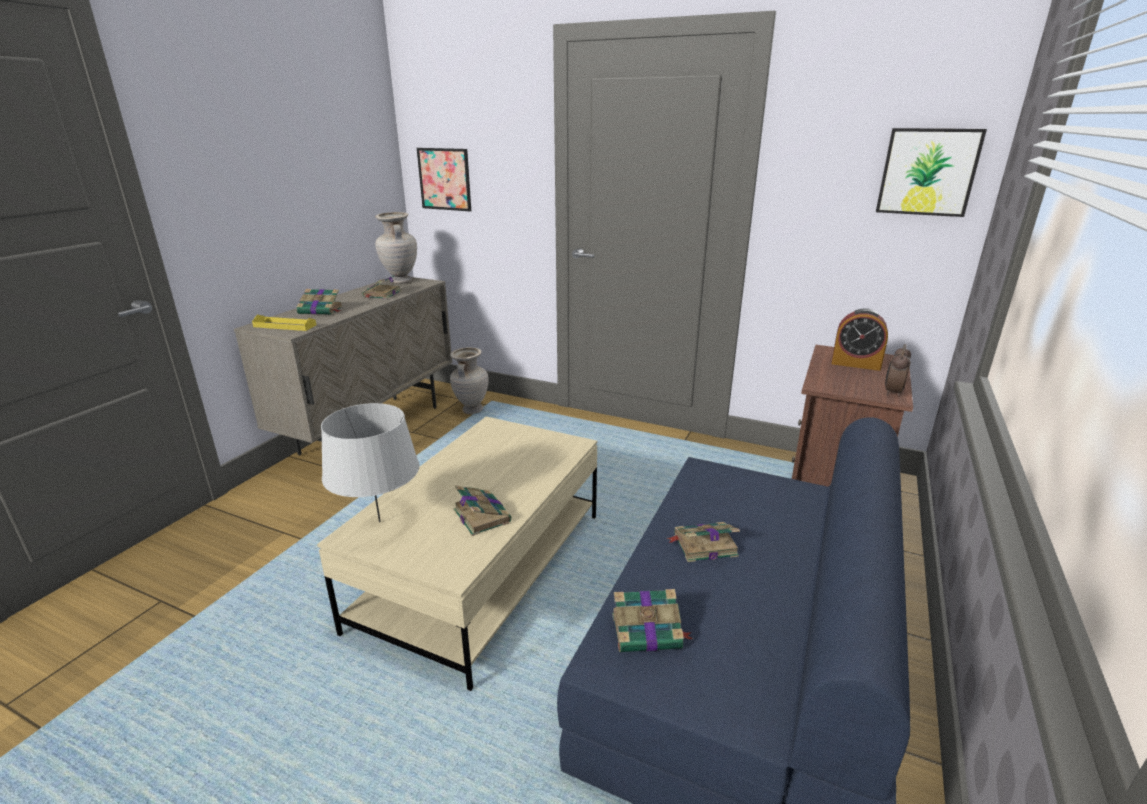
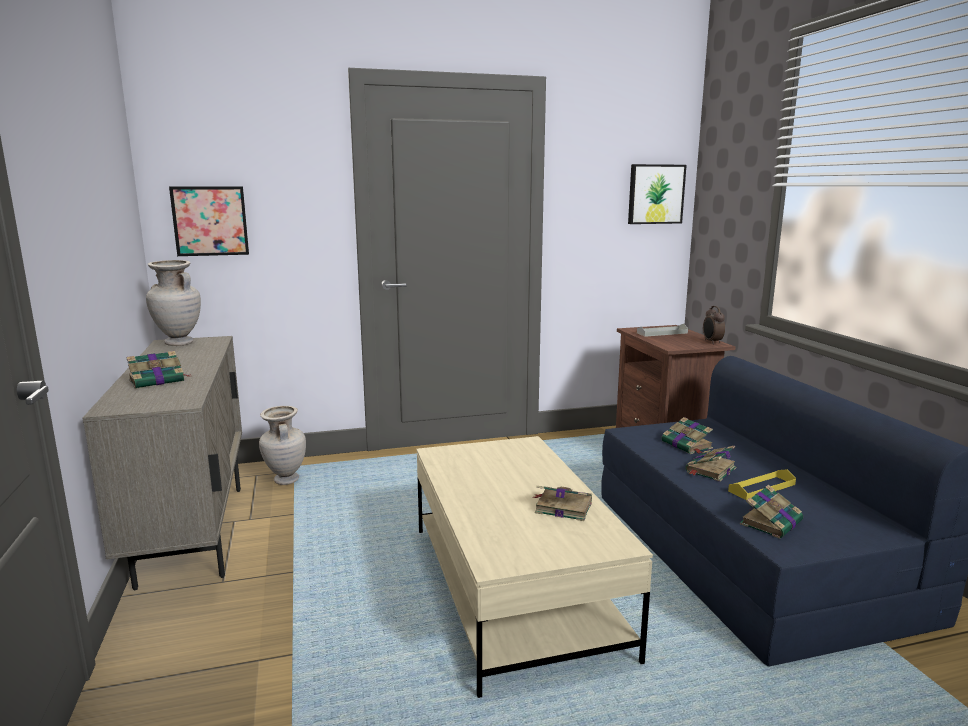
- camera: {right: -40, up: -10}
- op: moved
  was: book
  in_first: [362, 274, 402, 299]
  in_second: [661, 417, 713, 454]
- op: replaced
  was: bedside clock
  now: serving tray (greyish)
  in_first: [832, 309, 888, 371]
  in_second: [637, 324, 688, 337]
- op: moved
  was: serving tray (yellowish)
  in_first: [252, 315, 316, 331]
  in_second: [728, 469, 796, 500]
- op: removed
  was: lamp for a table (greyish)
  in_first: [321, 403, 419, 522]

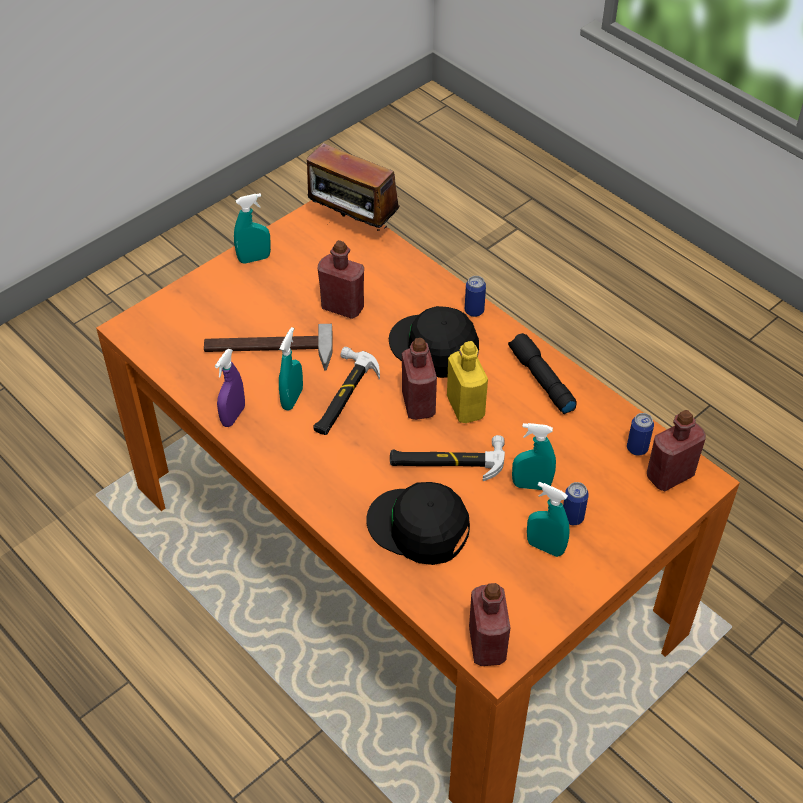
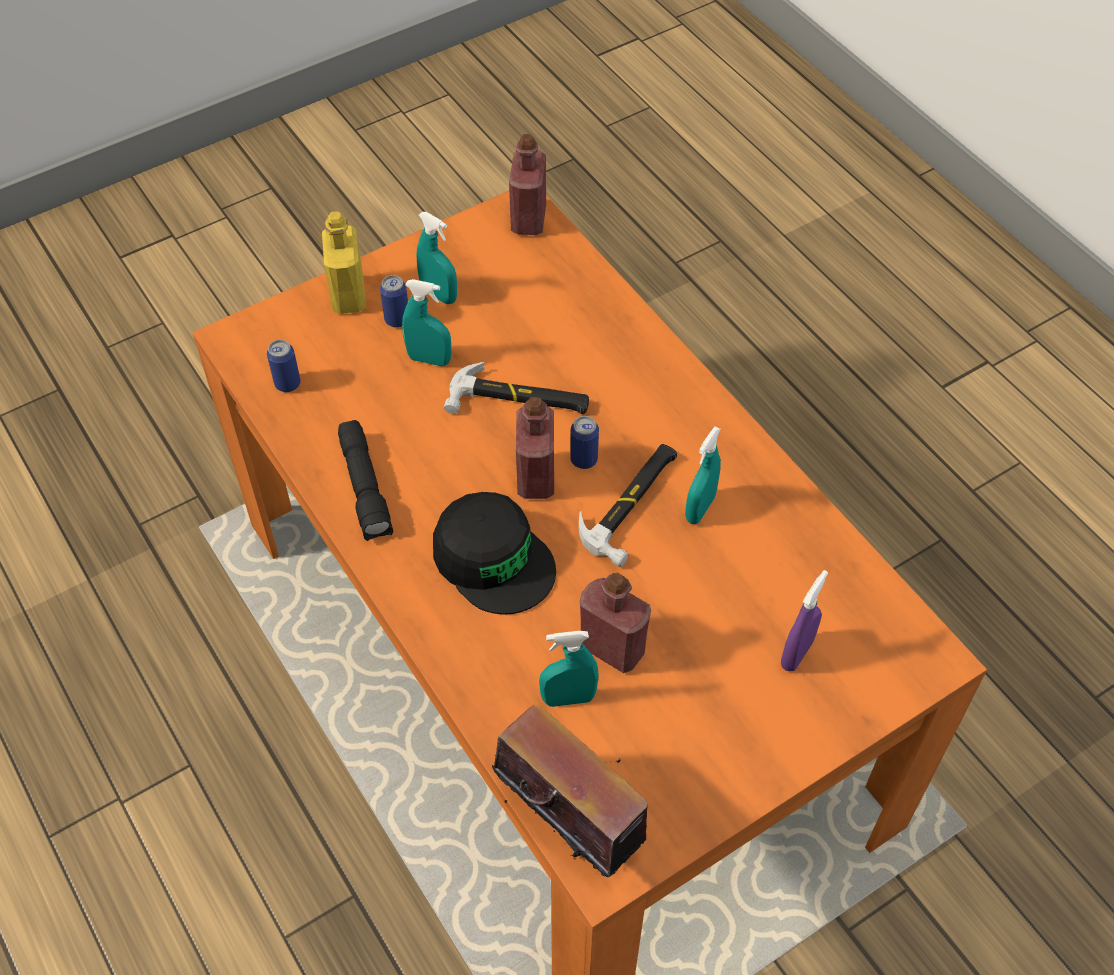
- camera: {right: -170, up: 5}
- op: moved
  was: hand sprayer (blue-green)
  in_first: [234, 193, 271, 264]
  in_second: [539, 631, 599, 707]
- op: moved
  was: can
  in_first: [465, 276, 486, 317]
  in_second: [570, 416, 599, 469]
- op: removed
  was: hand hammer
  in_first: [204, 324, 332, 371]
- op: moved
  was: beverage bottle (yellowish)
  in_first: [447, 341, 488, 423]
  in_second: [322, 211, 366, 314]
- op: moved
  was: hand sprayer (purplish)
  in_first: [215, 349, 245, 427]
  in_second: [781, 570, 828, 671]
- op: removed
  was: beverage bottle (reddish)
  in_first: [647, 410, 706, 491]
- op: removed
  was: baseball cap (blackish)
  in_first: [366, 482, 470, 565]

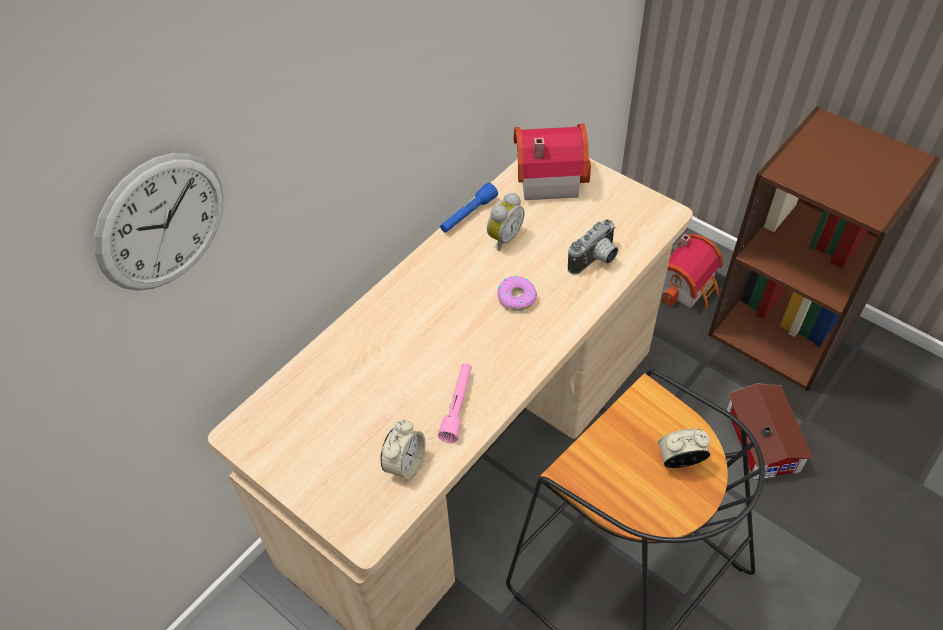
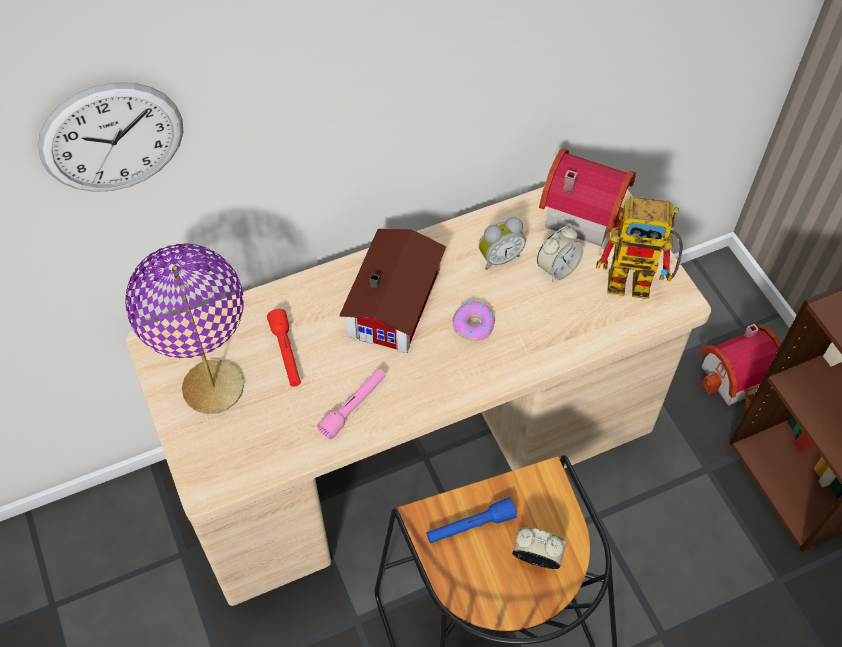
- camera: {right: 25, up: 5}
- op: moved
  was: torch (blue)
  in_first: [440, 183, 498, 233]
  in_second: [426, 498, 517, 543]
- op: removed
  was: still camera
  in_first: [568, 219, 618, 275]
- op: moved
  was: miniature house
  in_first: [727, 383, 813, 480]
  in_second: [339, 228, 446, 353]
- op: moved
  was: bedside clock
  in_first: [380, 420, 425, 482]
  in_second: [537, 226, 583, 282]
- op: added
  now: toy robot
  in_second: [596, 196, 683, 299]
- op: added
  now: lamp for a table (purplish)
  in_second: [125, 244, 244, 414]
- op: added
  now: torch (reddish)
  in_second: [267, 309, 301, 387]

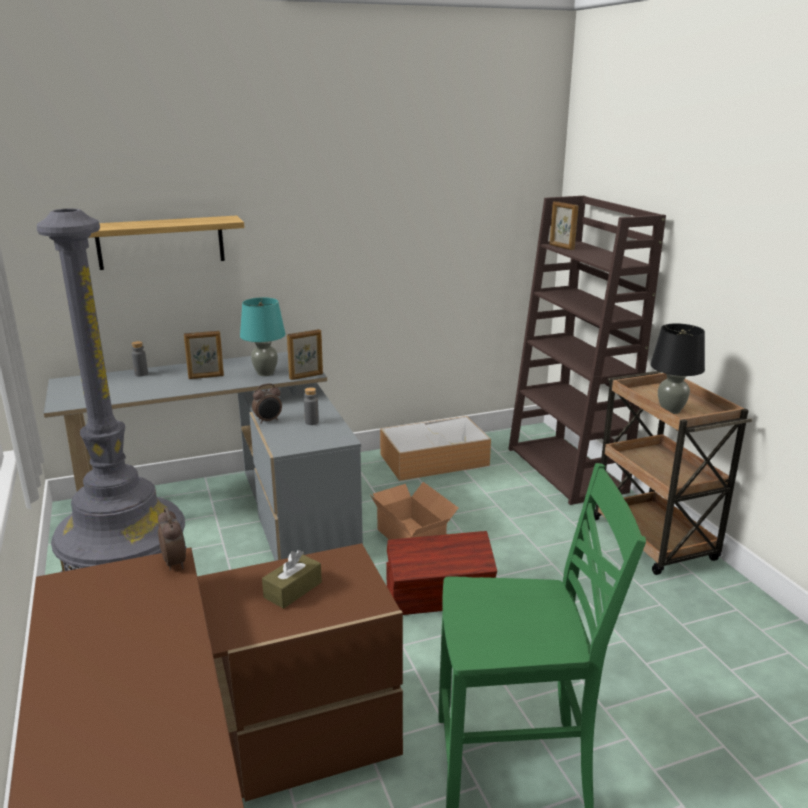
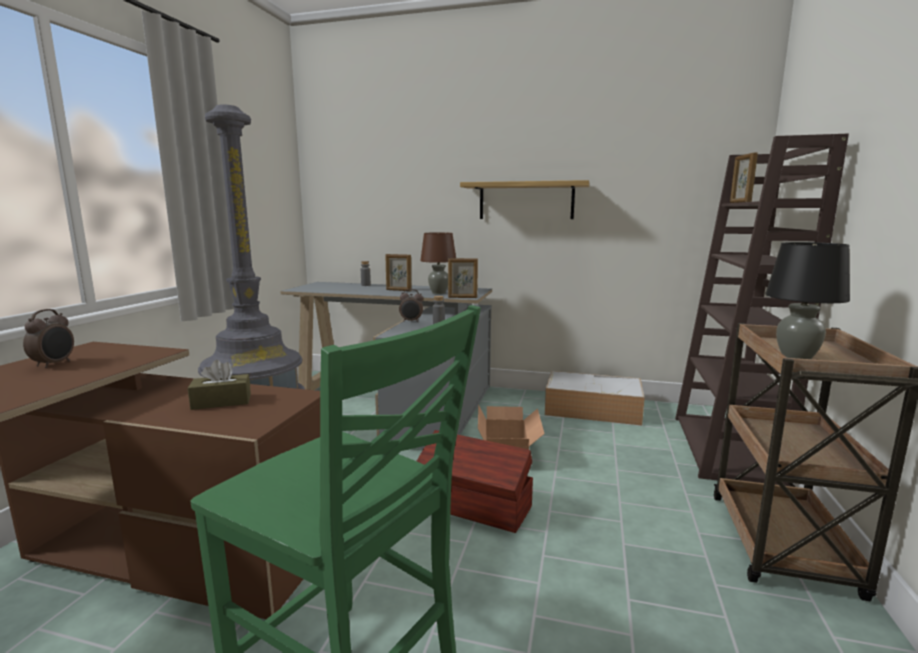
- camera: {right: 35, up: -10}
- op: moved
  was: wall shelf
  in_first: [89, 216, 244, 270]
  in_second: [460, 180, 589, 219]
- op: recoloured
  was: lamp for a table (blue-green)
  now: lamp for a table (brownish)
  in_first: [240, 297, 285, 376]
  in_second: [420, 232, 456, 295]
- op: moved
  was: bedside clock
  in_first: [158, 507, 186, 570]
  in_second: [23, 309, 74, 368]

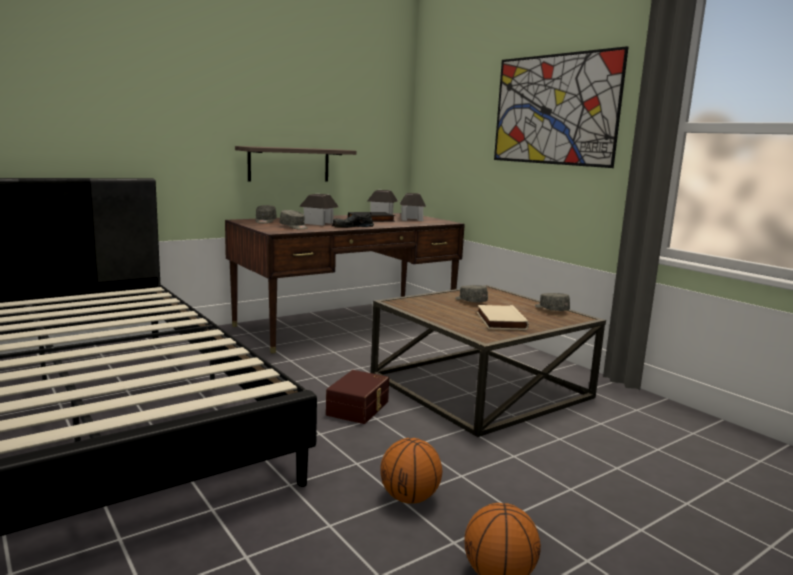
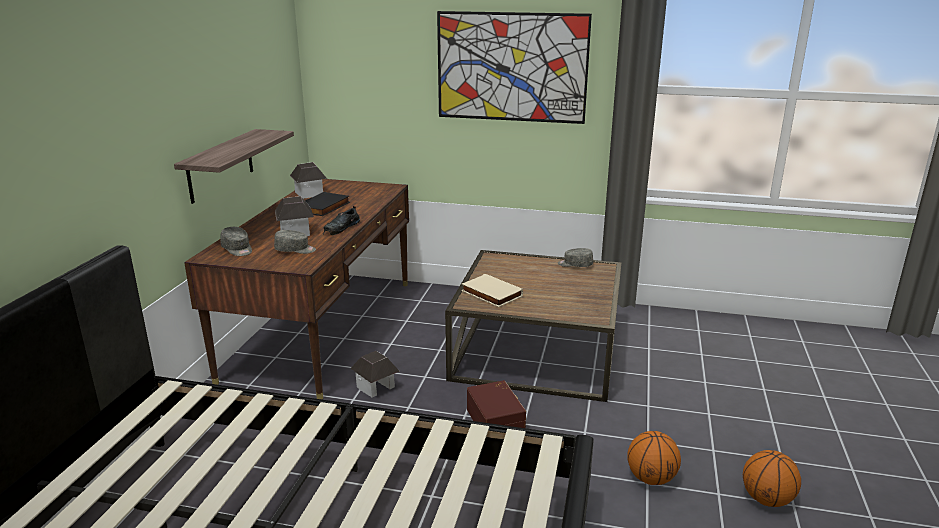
- camera: {right: -40, up: 10}
- op: moved
  was: miniature house
  in_first: [400, 193, 426, 221]
  in_second: [350, 351, 400, 397]
- op: removed
  was: baseball cap (greyish)
  in_first: [455, 285, 488, 302]
- op: moved
  was: book (beige-coloured)
  in_first: [477, 305, 529, 330]
  in_second: [461, 274, 523, 307]

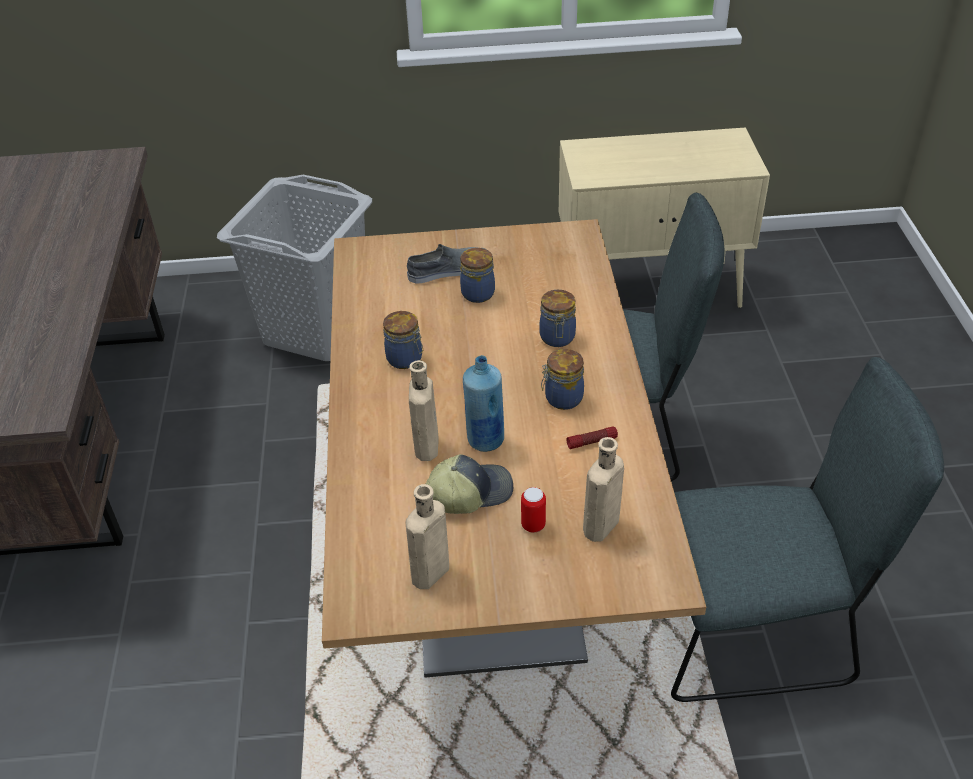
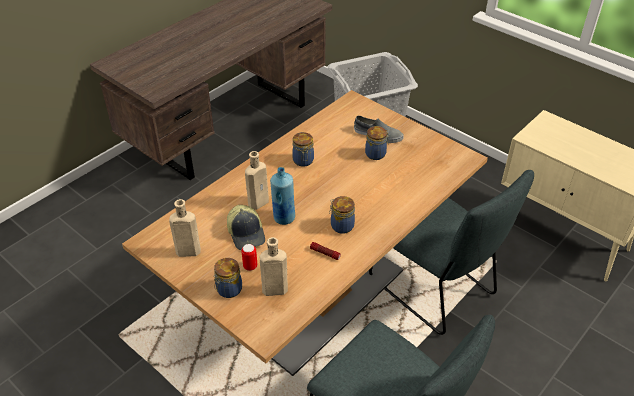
- camera: {right: 45, up: 0}
- op: moved
  was: preserve jar
  in_first: [539, 290, 576, 347]
  in_second: [214, 258, 242, 298]
- op: turned
  was: baseball cap
  in_first: [426, 454, 513, 514]
  in_second: [227, 205, 265, 250]
  clockwise: 45

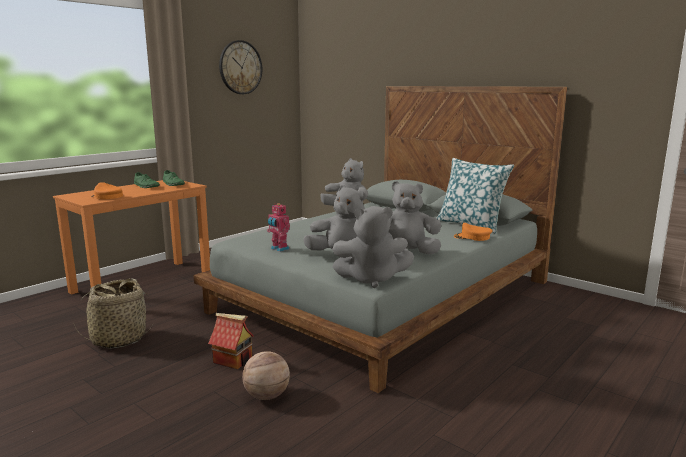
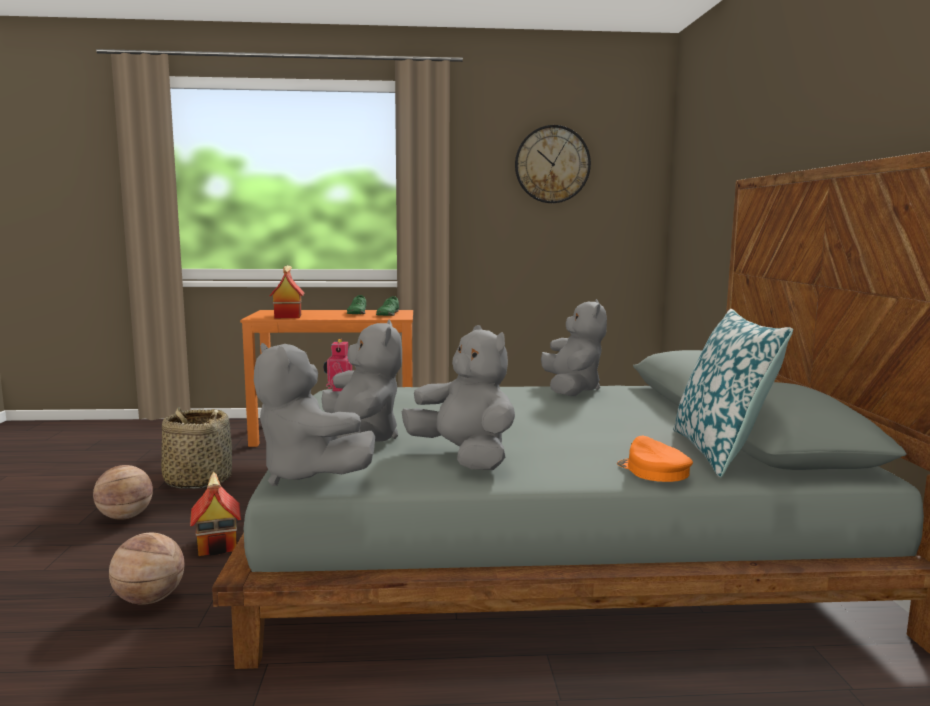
- camera: {right: 45, up: -5}
- op: replaced
  was: baseball cap (orange)
  now: miniature house
  in_first: [91, 182, 123, 199]
  in_second: [270, 265, 304, 318]
- op: added
  now: basketball
  in_second: [93, 465, 153, 520]

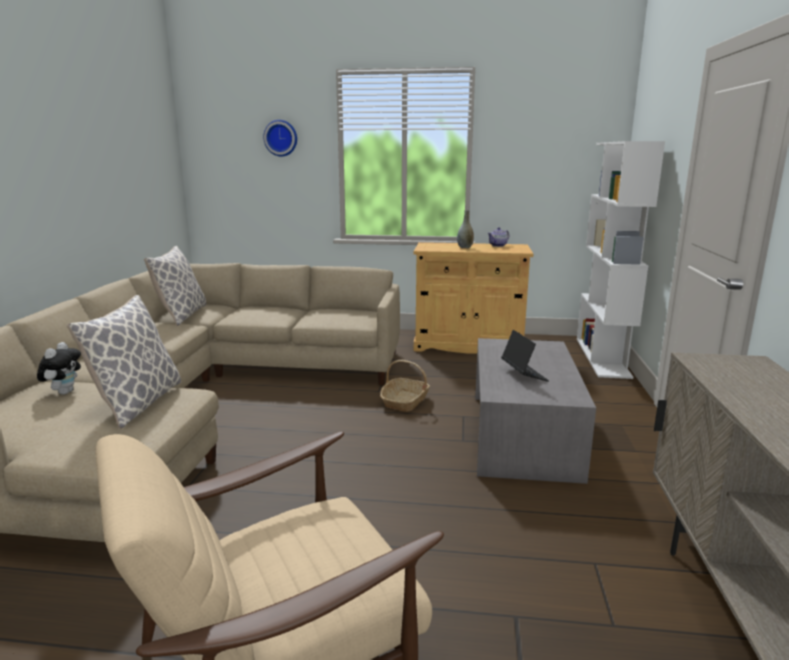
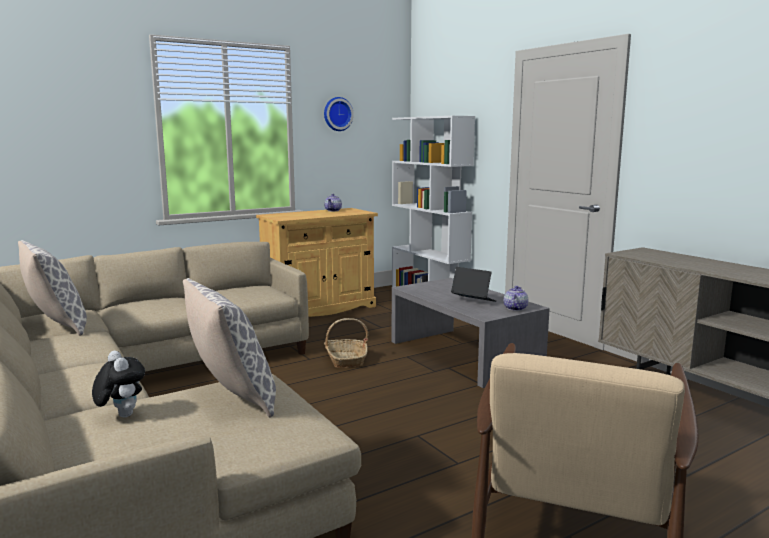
- camera: {right: -40, up: -5}
- op: moved
  was: clock on the wall
  in_first: [263, 120, 297, 156]
  in_second: [324, 97, 354, 131]
- op: removed
  was: flower vase (greyish)
  in_first: [457, 210, 474, 248]
- op: added
  now: tea pot
  in_second: [504, 286, 528, 311]

